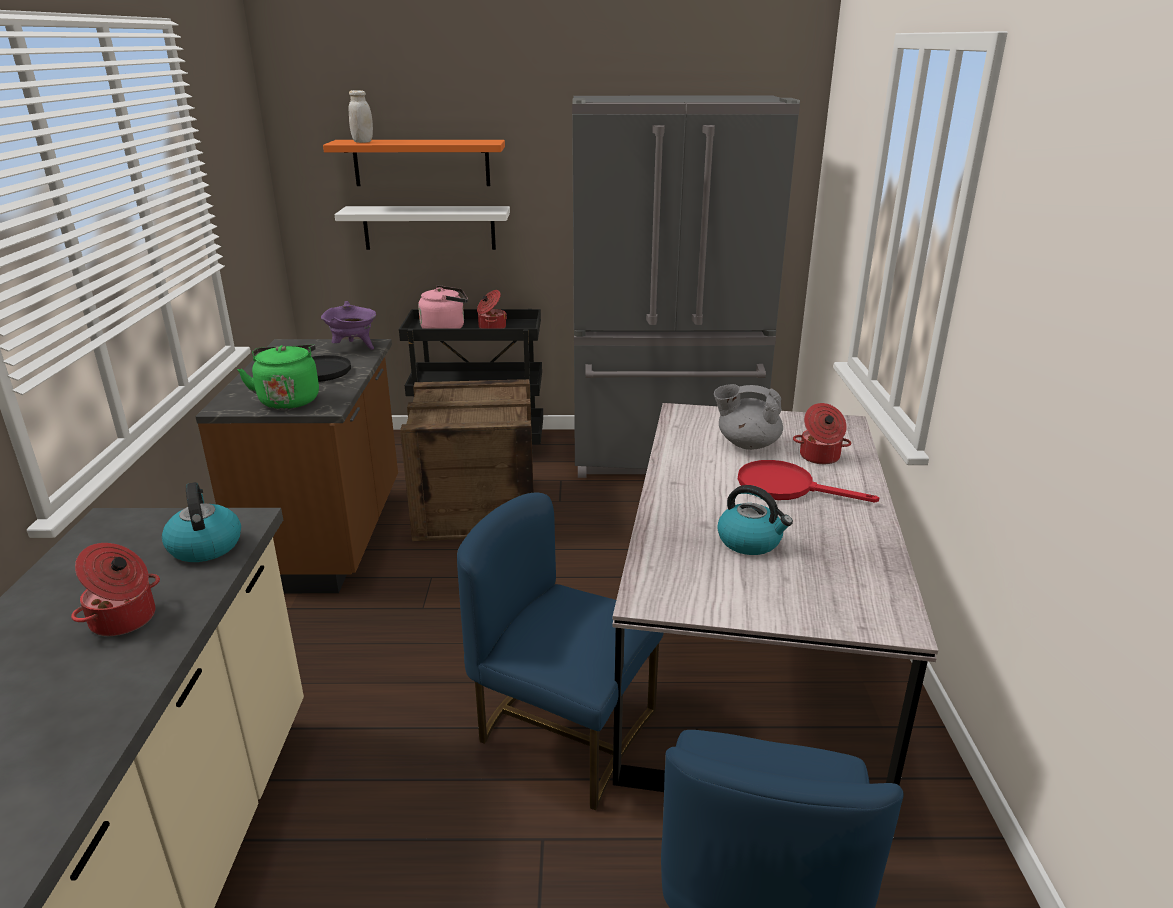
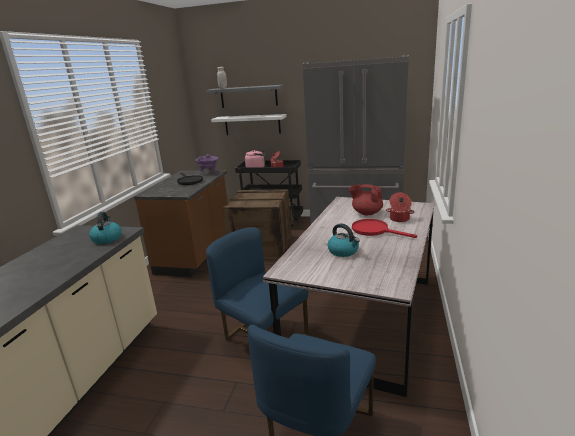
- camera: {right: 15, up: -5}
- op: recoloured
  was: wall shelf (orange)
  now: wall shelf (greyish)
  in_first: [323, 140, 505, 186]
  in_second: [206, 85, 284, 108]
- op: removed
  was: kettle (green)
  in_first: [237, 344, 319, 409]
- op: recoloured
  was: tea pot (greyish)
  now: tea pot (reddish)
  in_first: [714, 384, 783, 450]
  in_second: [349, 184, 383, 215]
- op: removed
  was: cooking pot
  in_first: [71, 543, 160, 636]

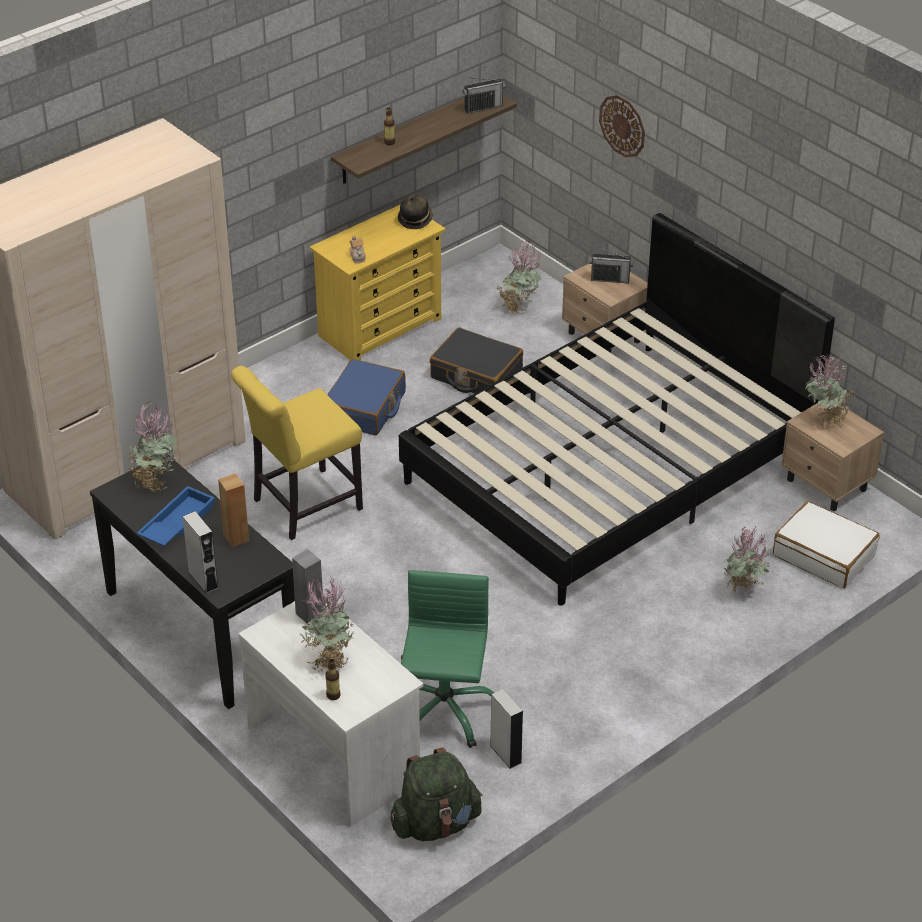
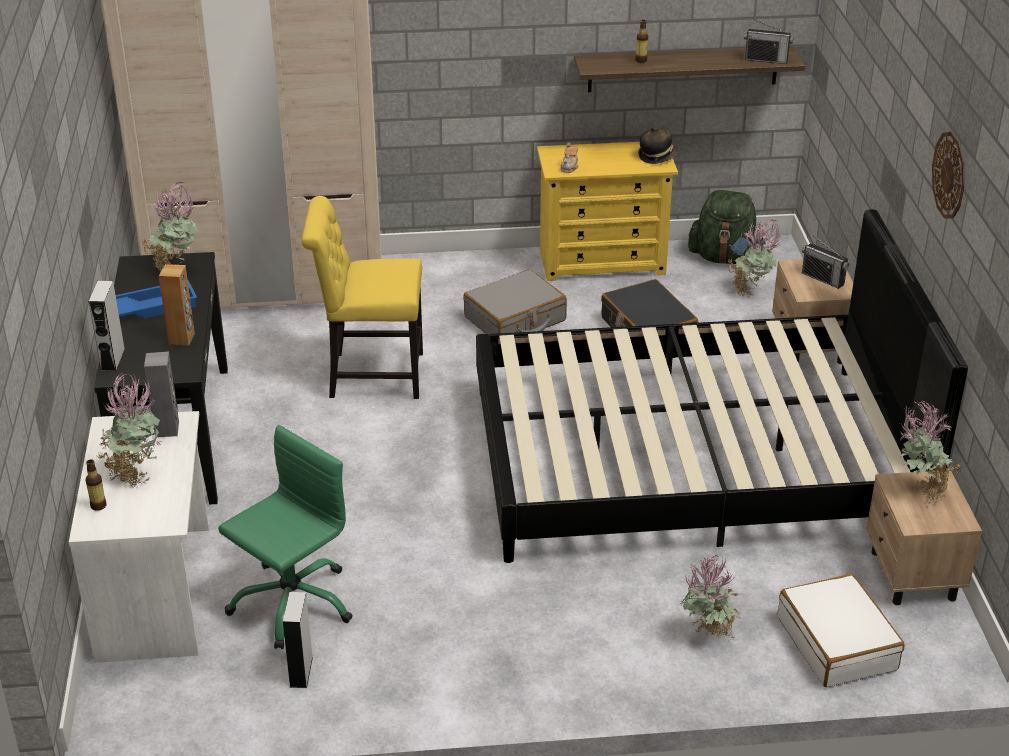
- camera: {right: 35, up: -5}
- op: moved
  was: clock on the wall
  in_first: [599, 95, 645, 157]
  in_second: [932, 132, 965, 219]
- op: recoloured
  was: travel case (blue)
  now: travel case (greyish)
  in_first: [327, 359, 406, 436]
  in_second: [463, 269, 567, 336]
- op: moved
  was: knapsack (green)
  in_first: [390, 747, 483, 841]
  in_second: [688, 190, 766, 264]

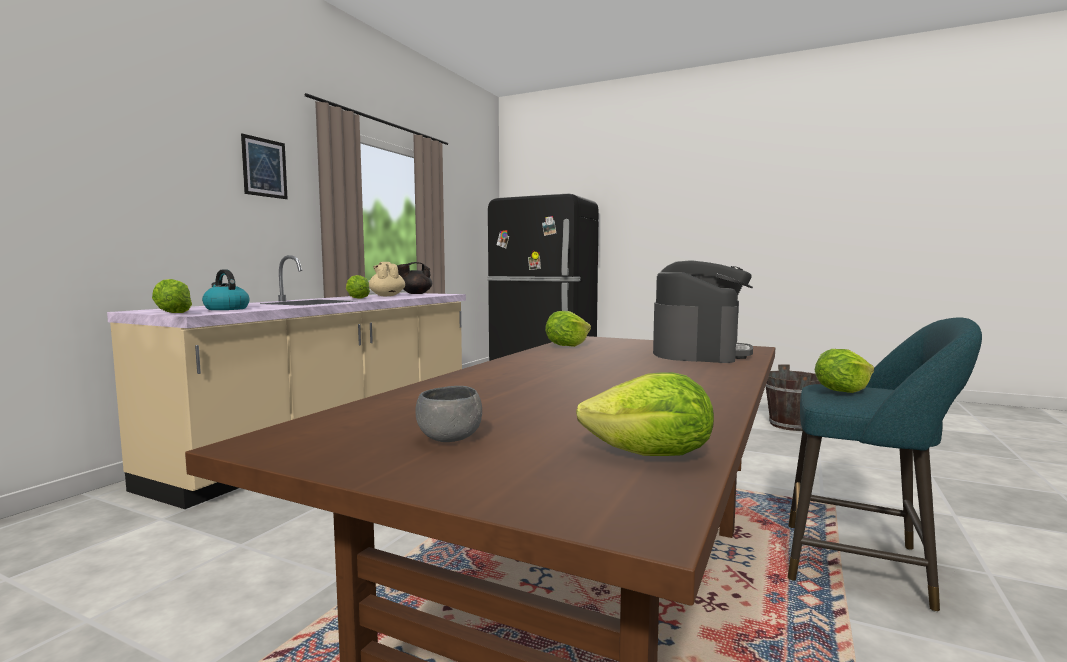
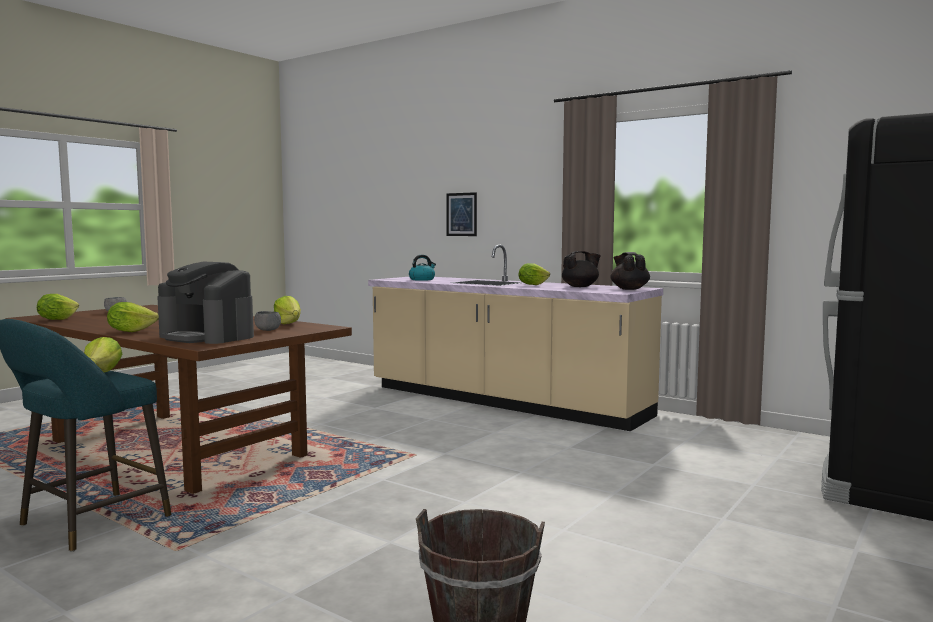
- camera: {right: 100, up: 0}
- op: moved
  was: picture
  in_first: [241, 134, 288, 199]
  in_second: [446, 192, 477, 236]
- op: recoloured
  was: tea pot (beige-coloured)
  now: tea pot (blackish)
  in_first: [369, 262, 405, 296]
  in_second: [562, 251, 601, 287]
- op: moved
  was: lettuce
  in_first: [152, 279, 192, 313]
  in_second: [107, 302, 159, 332]
- op: added
  now: bowl (greyish)
  in_second: [254, 311, 281, 331]

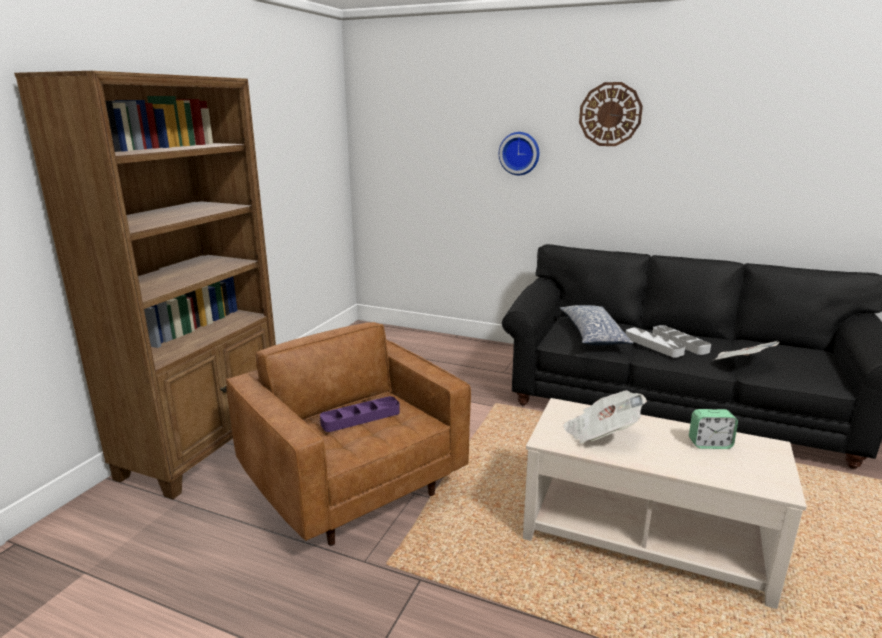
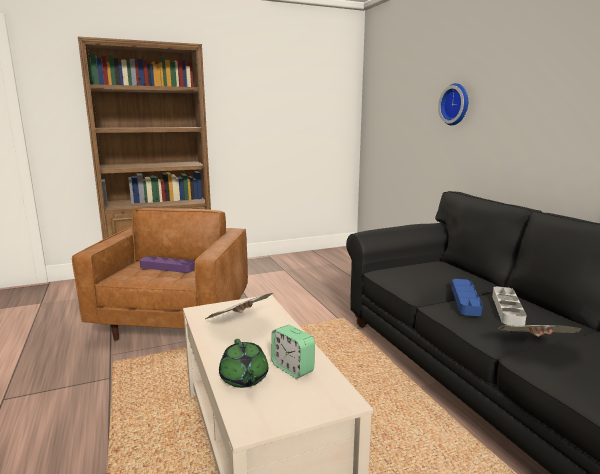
- camera: {right: 45, up: -5}
- op: removed
  was: clock on the wall
  in_first: [579, 82, 643, 146]
- op: removed
  was: cushion
  in_first: [560, 305, 633, 345]
- op: recoloured
  was: serving tray (greyish)
  now: serving tray (blue)
  in_first: [626, 328, 685, 358]
  in_second: [452, 279, 483, 316]
- op: added
  now: tea pot (green)
  in_second: [219, 339, 268, 388]

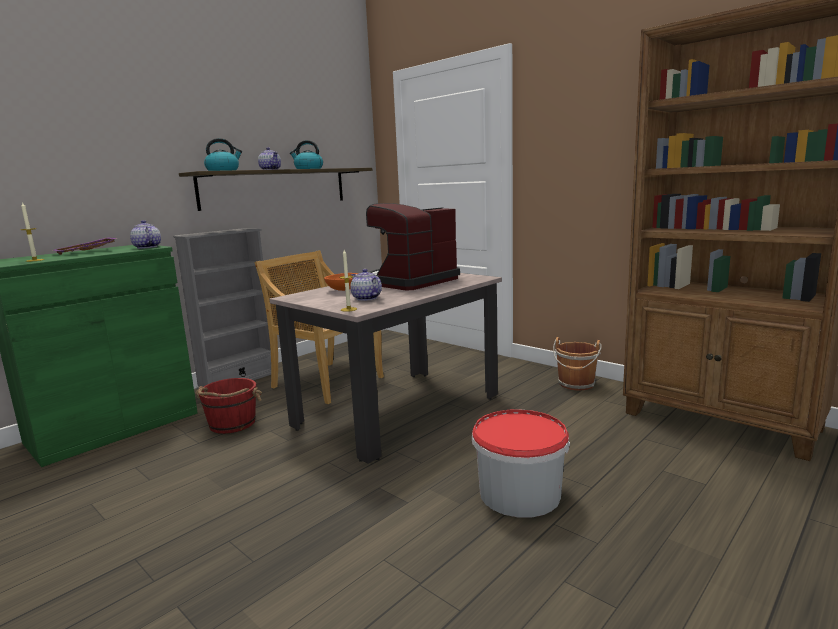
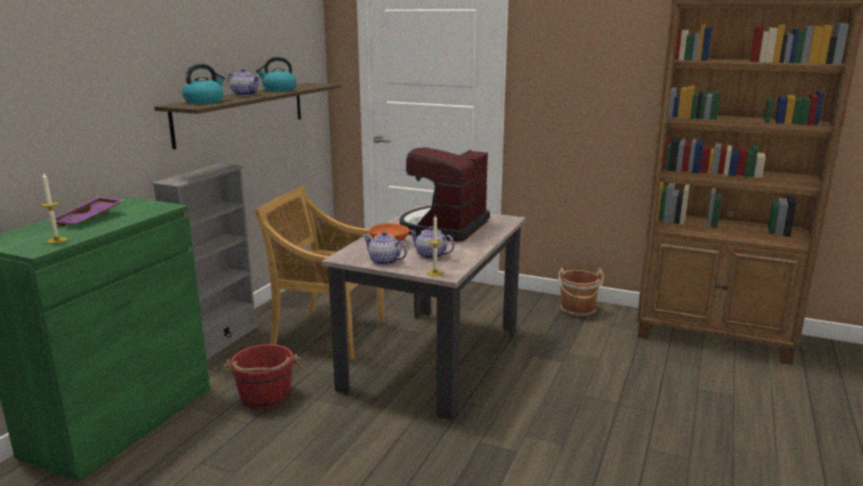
- camera: {right: -20, up: 5}
- op: moved
  was: tea pot
  in_first: [130, 220, 161, 249]
  in_second: [363, 231, 407, 265]
- op: removed
  was: water bucket
  in_first: [472, 409, 570, 518]

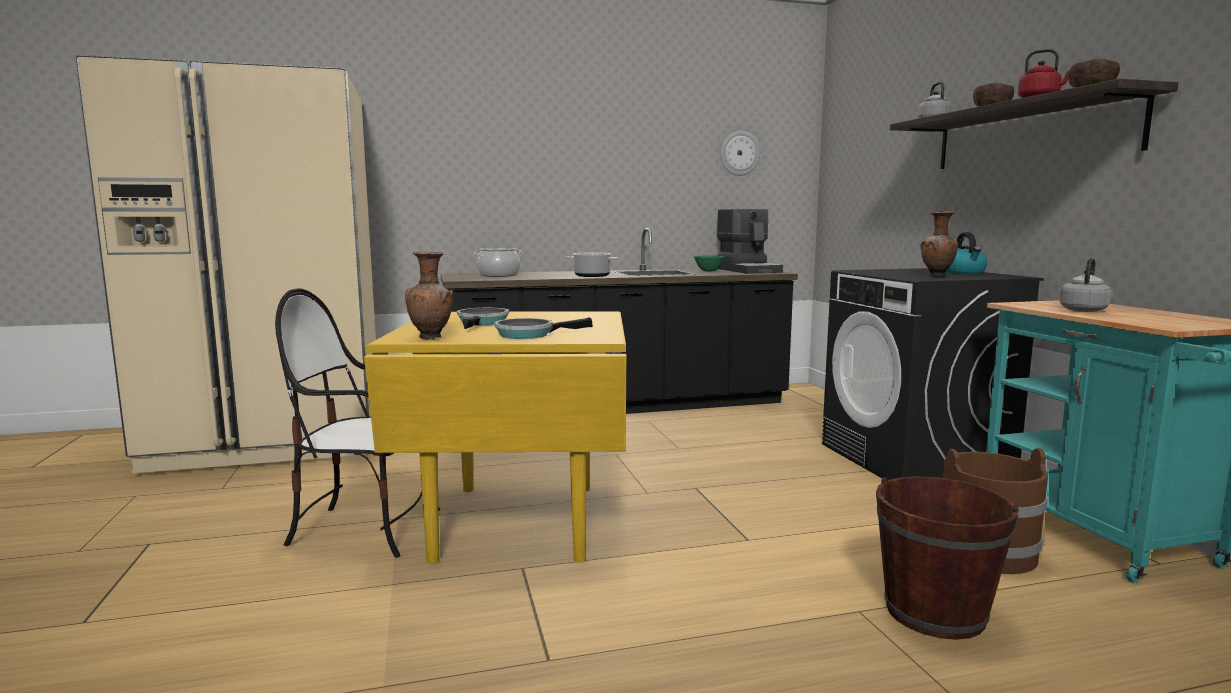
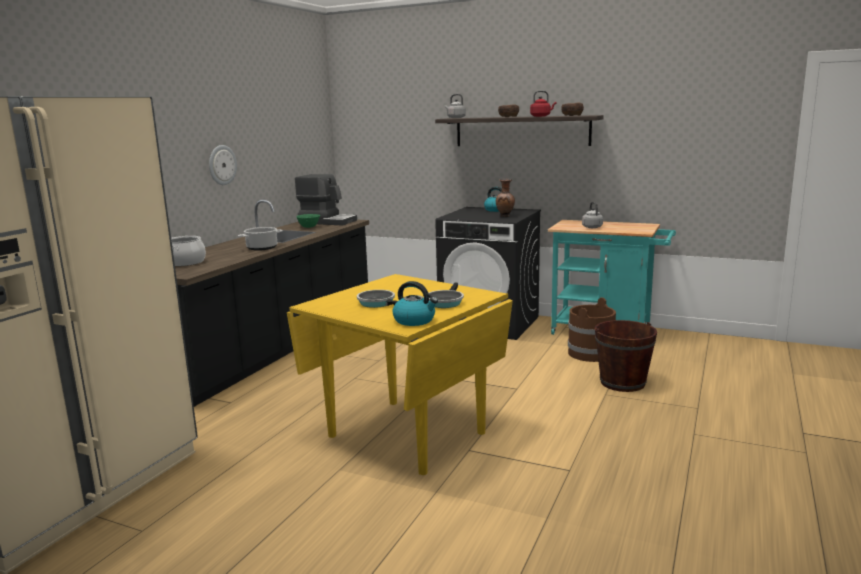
- camera: {right: -50, up: 5}
- op: moved
  was: clock on the wall
  in_first: [720, 131, 760, 176]
  in_second: [209, 145, 237, 185]
- op: replaced
  was: flower vase (brownish)
  now: kettle
  in_first: [405, 251, 454, 340]
  in_second: [392, 281, 438, 326]
- op: removed
  was: plain chair
  in_first: [275, 288, 440, 558]

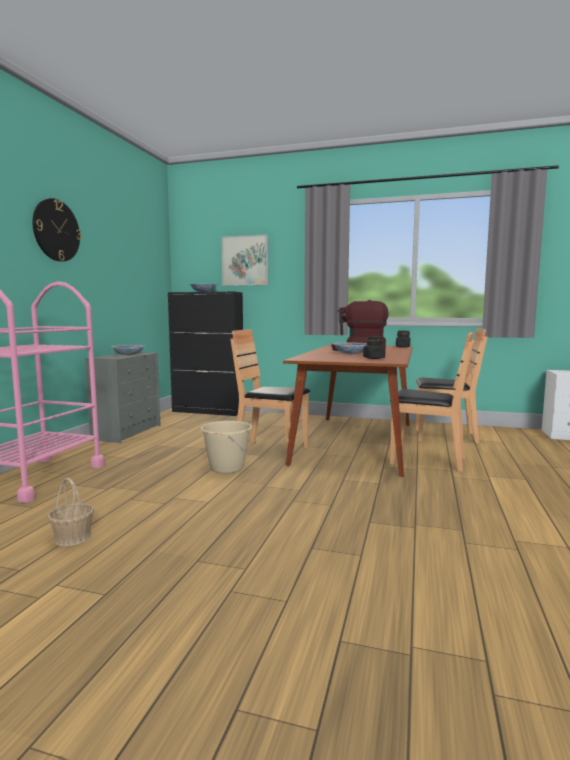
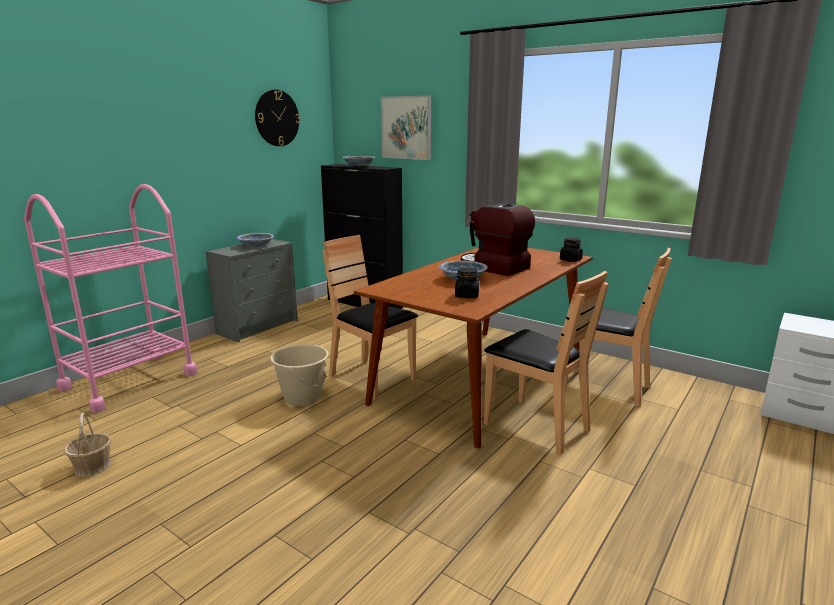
- camera: {right: 20, up: 10}
- op: moved
  was: clock on the wall
  in_first: [32, 198, 81, 262]
  in_second: [255, 90, 300, 146]

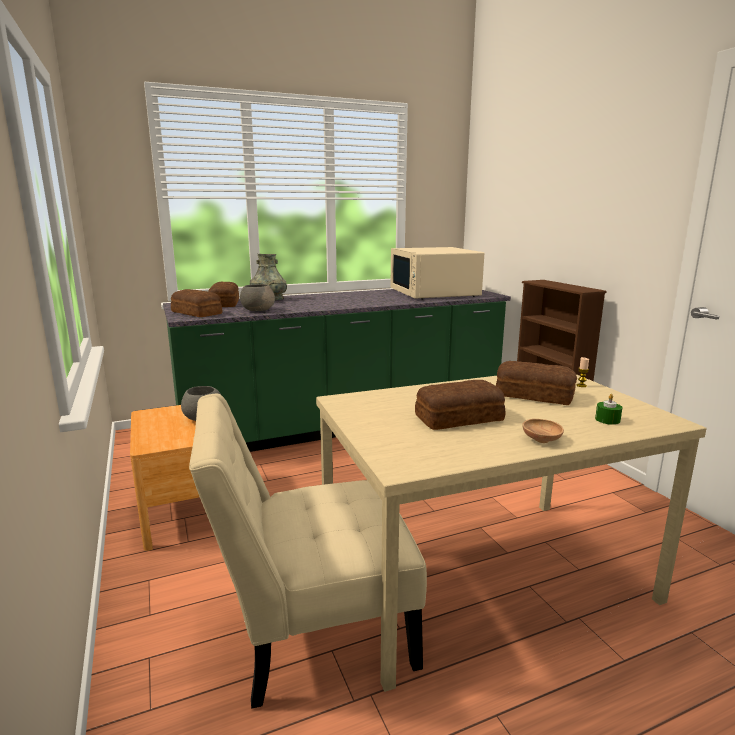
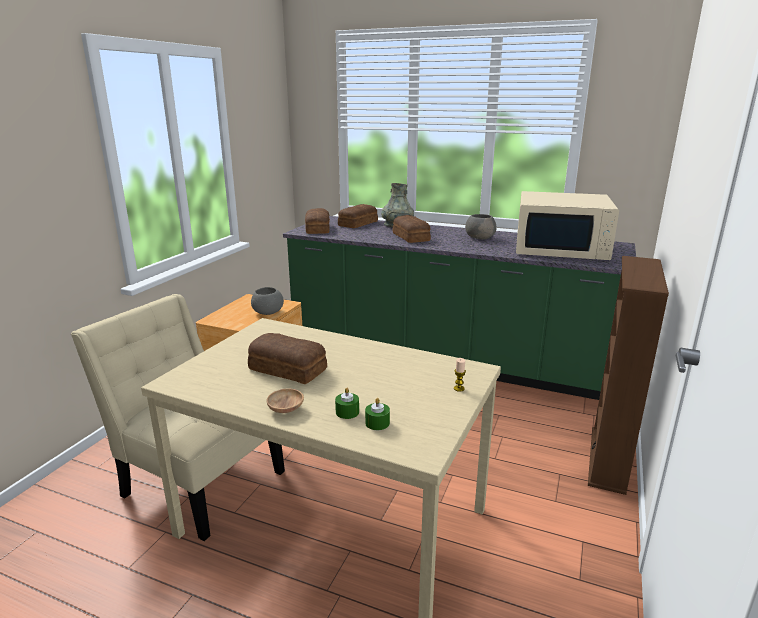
- camera: {right: 45, up: 5}
- op: turned
  was: kitchen microwave (beige-coloured)
  in_first: [390, 247, 484, 299]
  in_second: [516, 191, 619, 260]
  clockwise: -105
- op: moved
  was: bowl (greyish)
  in_first: [240, 284, 275, 311]
  in_second: [465, 214, 497, 239]
- op: moved
  was: bread
  in_first: [496, 361, 577, 405]
  in_second: [393, 215, 431, 243]
- op: added
  now: wax candle (green)
  in_second: [335, 387, 359, 419]

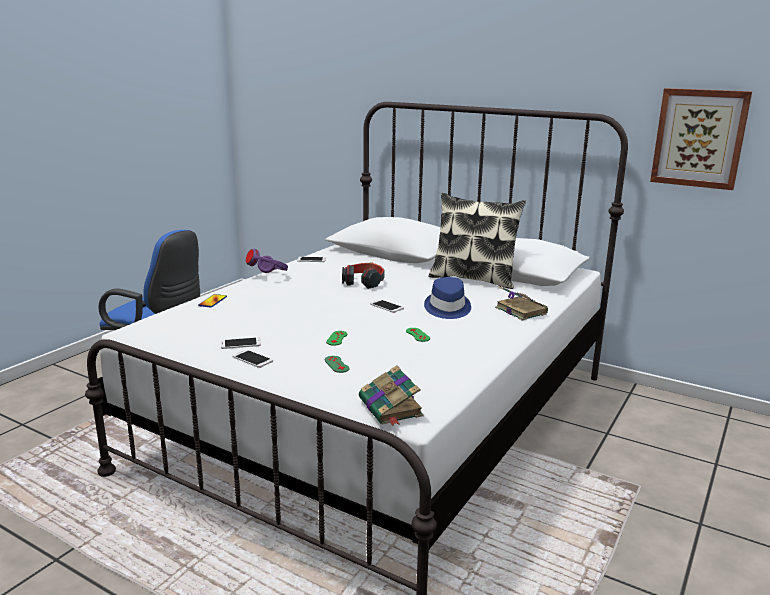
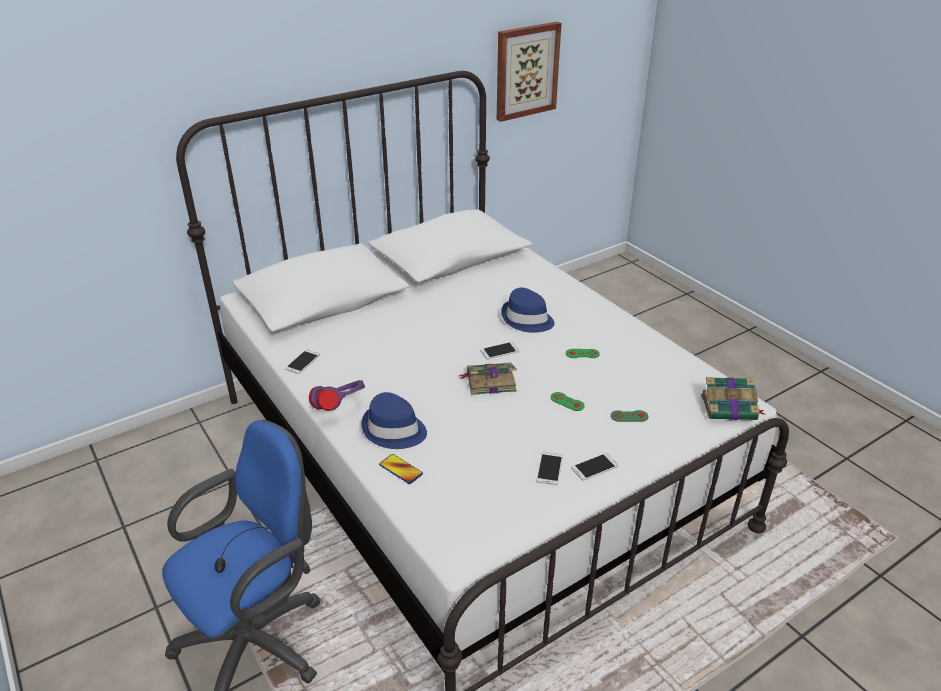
- camera: {right: -65, up: 15}
- op: removed
  was: cushion
  in_first: [429, 193, 526, 289]
- op: removed
  was: headset
  in_first: [342, 262, 384, 289]
- op: moved
  was: book
  in_first: [495, 286, 548, 321]
  in_second: [459, 362, 517, 395]
- op: added
  now: clothing hat (blue)
  in_second: [361, 392, 427, 449]

